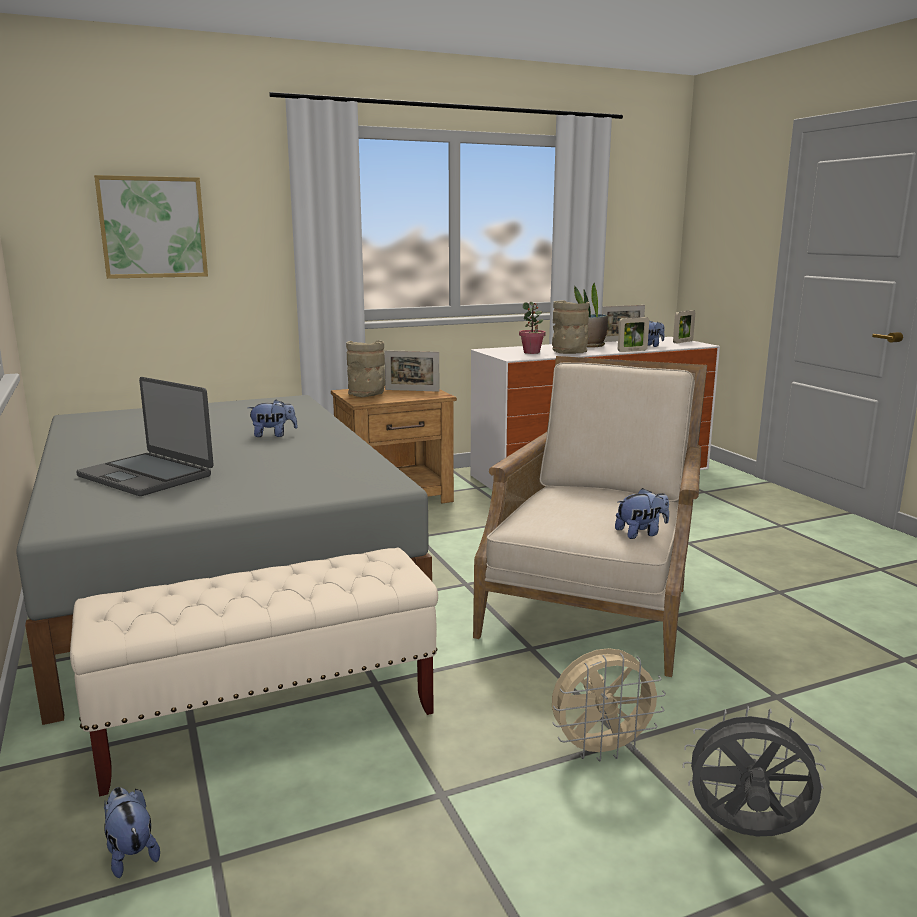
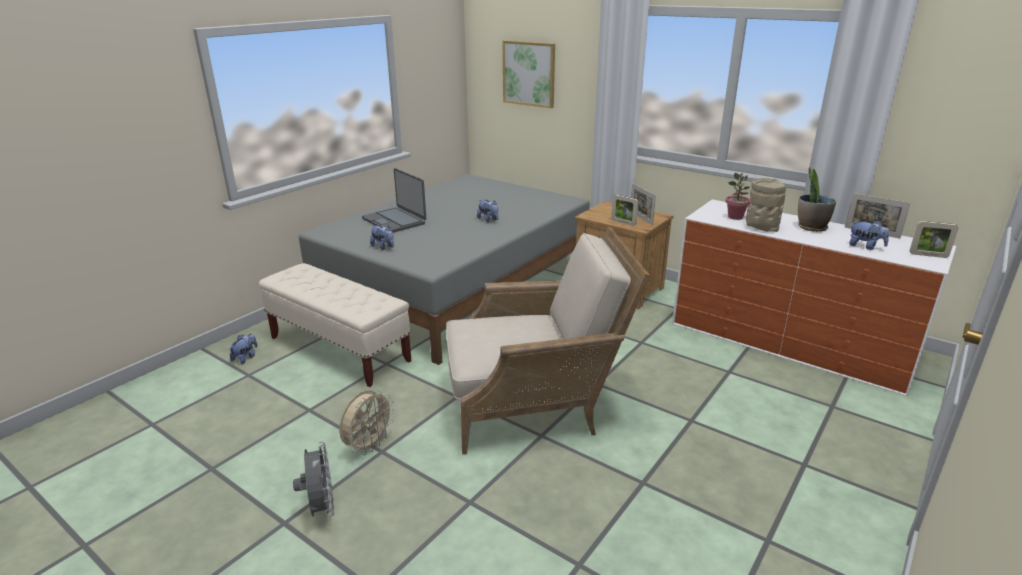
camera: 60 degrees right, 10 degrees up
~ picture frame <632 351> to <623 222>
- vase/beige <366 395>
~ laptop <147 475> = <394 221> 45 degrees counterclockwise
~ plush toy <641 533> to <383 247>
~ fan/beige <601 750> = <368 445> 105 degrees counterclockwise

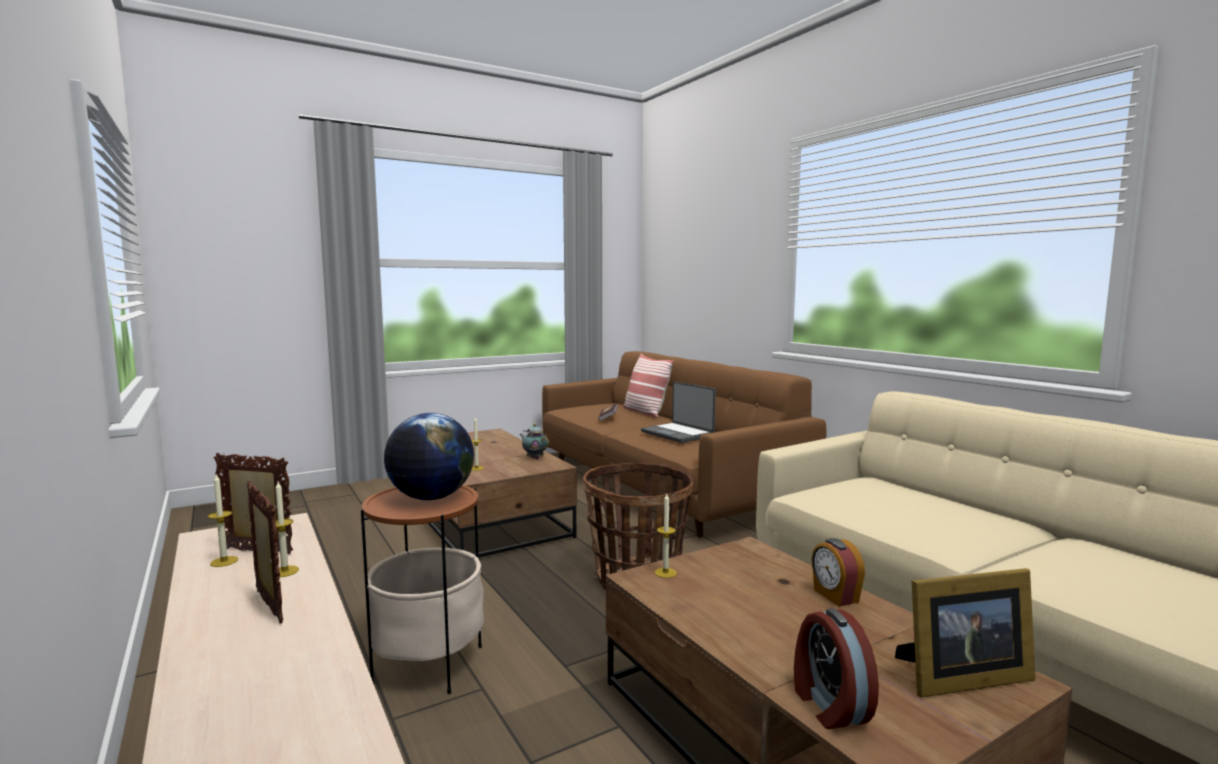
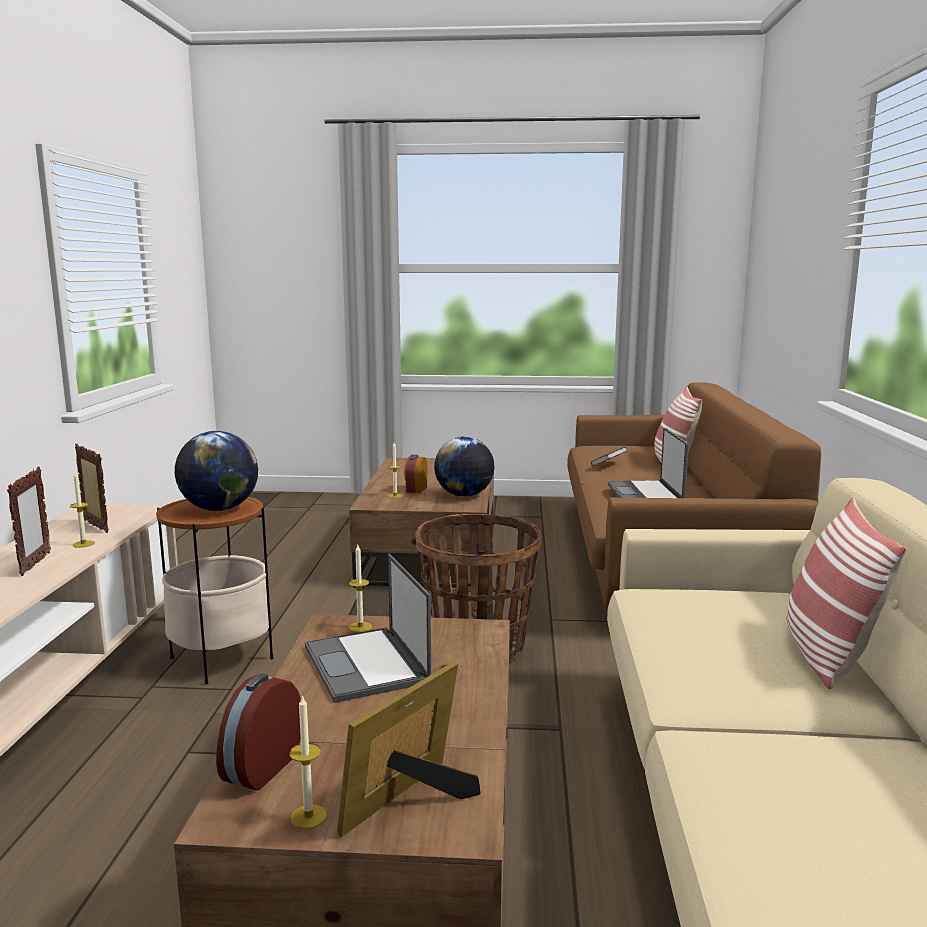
camera: 35 degrees right, 5 degrees up
~ teapot <534 458> to globe <464 495>
~ candle <224 561> to <308 816>
~ alarm clock <835 596> to <416 489>
~ picture frame <960 678> = <411 801> 105 degrees clockwise
+ pillow <826 654>
+ laptop <367 665>

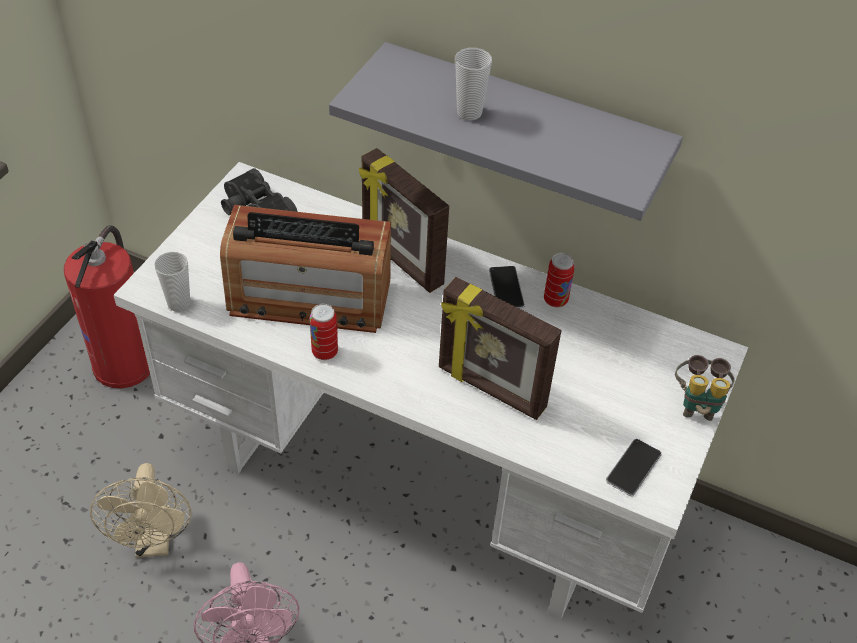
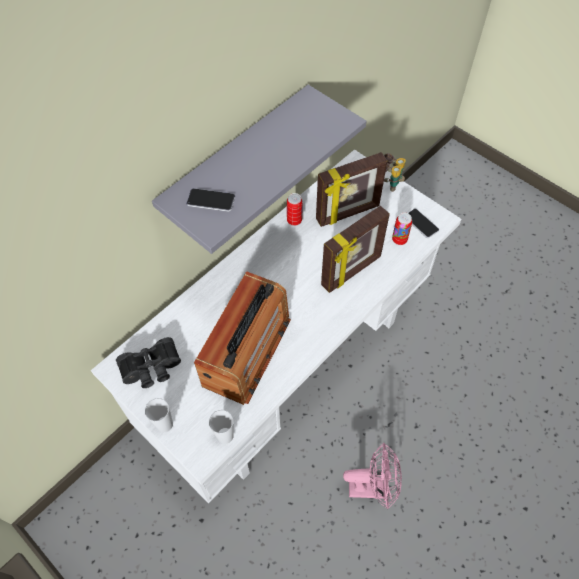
camera: 70 degrees left, 10 degrees up
~ cup <469 113> to <164 424>
~ picture frame <401 261> to <348 213>
- fire extinguisher <125 363>
~ phone <506 288> to <211 200>
~ can <325 352> to <399 240>
- fan/beige <154 542>

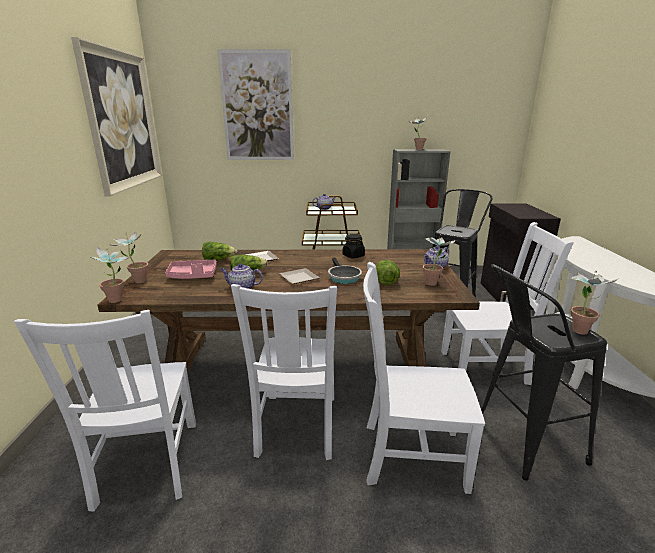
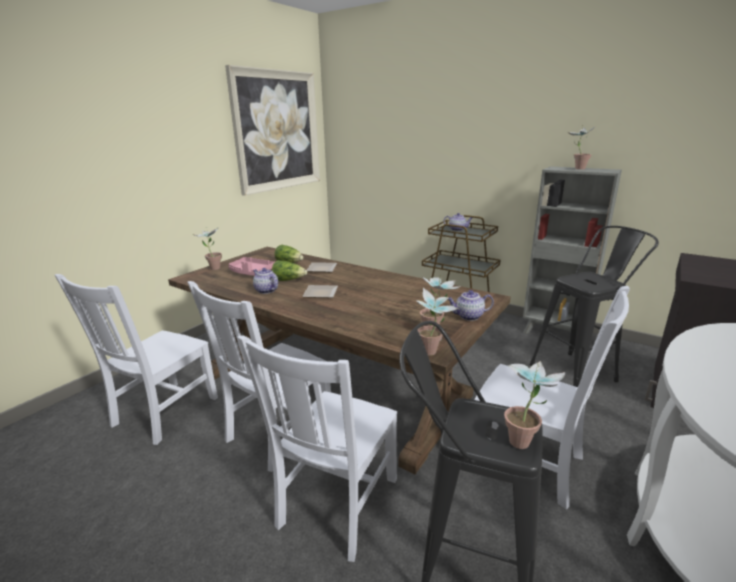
camera: 35 degrees right, 0 degrees up
- picture <257 107>
- jar/black <353 256>
~ potted plant <118 301> to <432 354>
- frying pan <343 277>
- lettuce <385 280>
~ chair/white <409 455> = <336 505> 105 degrees counterclockwise

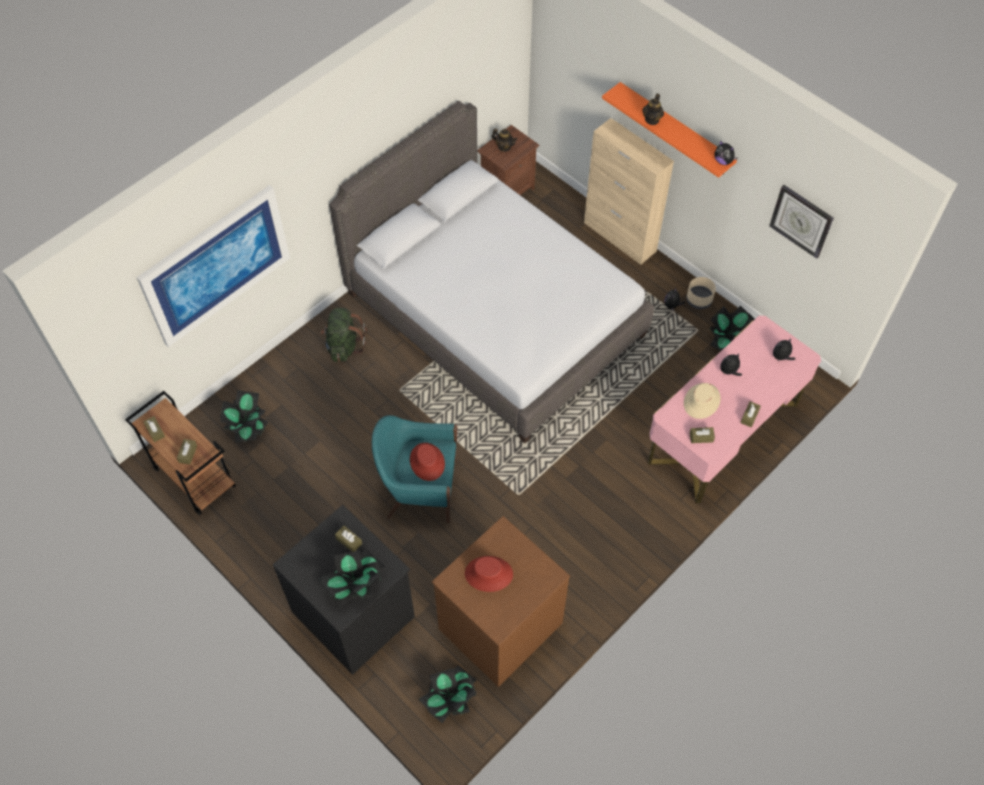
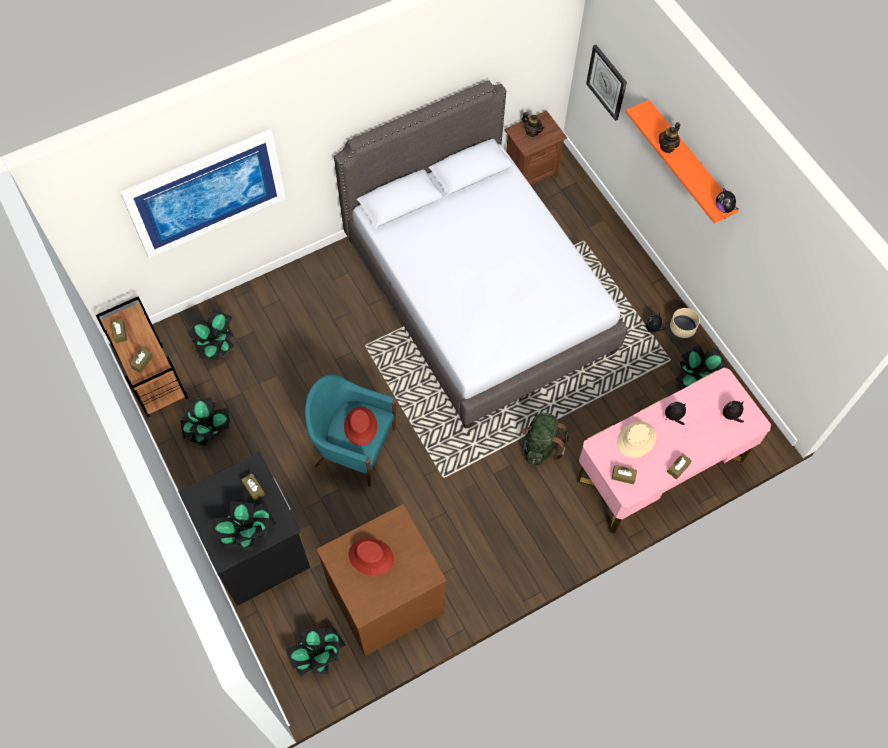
camera: 15 degrees right, 5 degrees up
- cabinet/beige <620 237>
~ wall clock <801 221> to <607 82>
~ backpack/green <344 346> to <540 446>
+ potted plant <208 429>

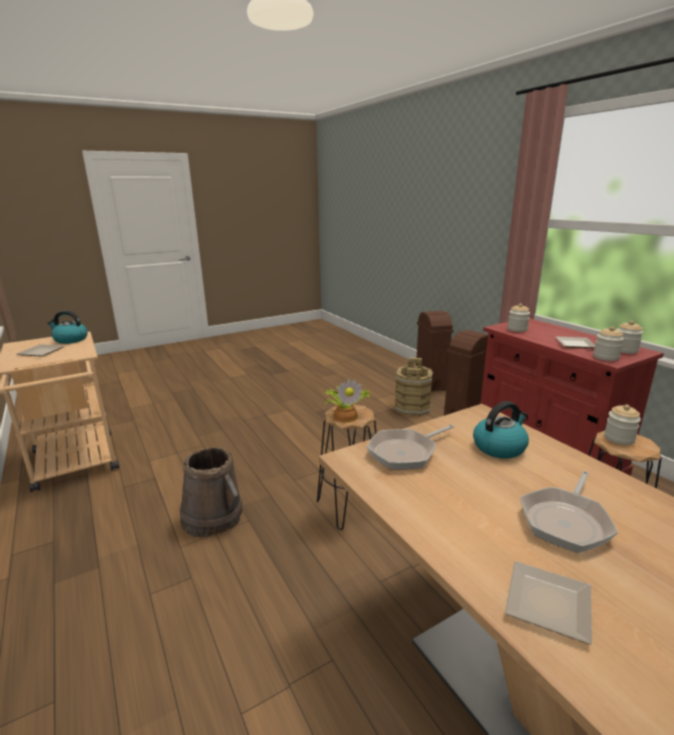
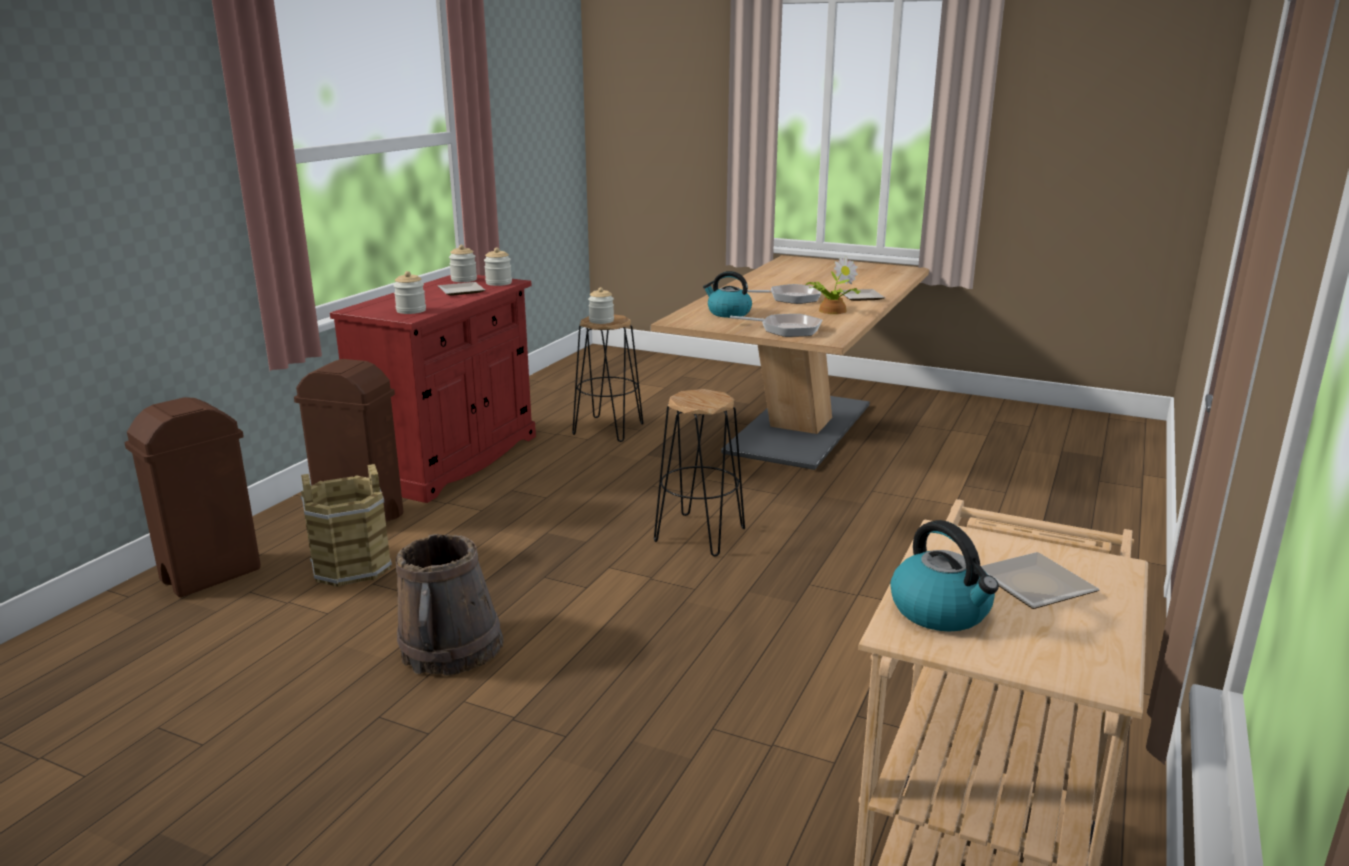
camera: 125 degrees left, 0 degrees up
~ potted plant <346 415> to <830 310>
~ bucket/brown <212 516> to <451 648>

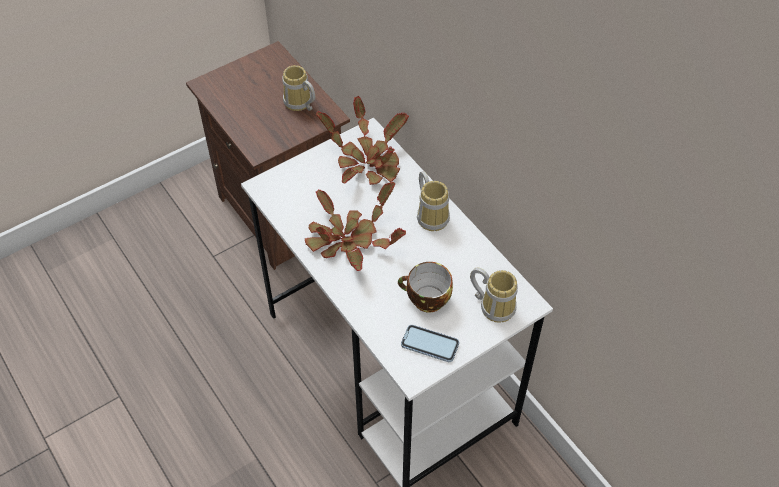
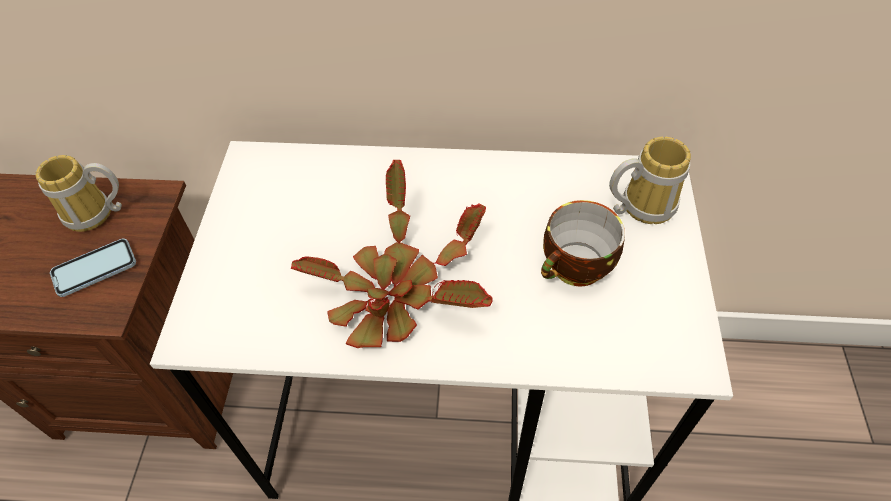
camera: 50 degrees left, 0 degrees up
- potted plant <367 160>
- mug <432 215>
~ phone <430 344> to <94 269>

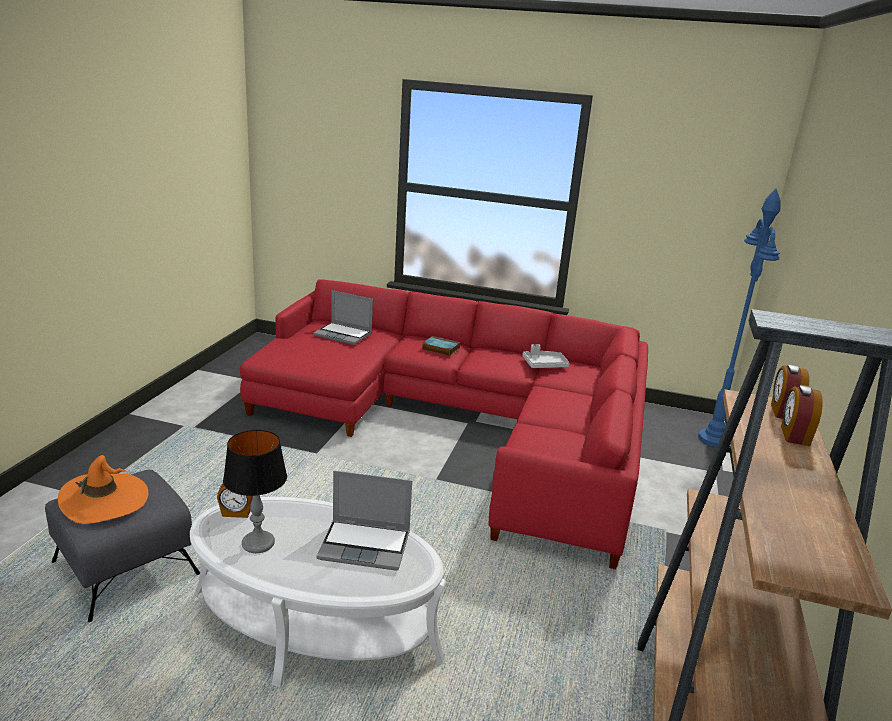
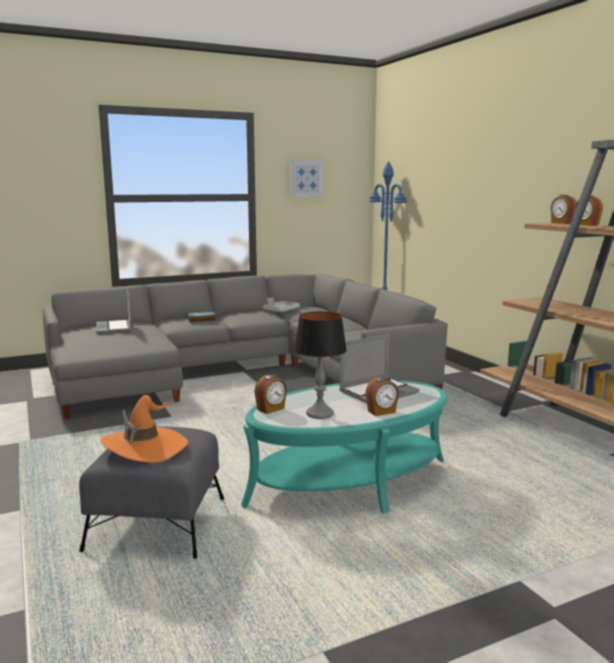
camera: 40 degrees left, 10 degrees down
~ sofa/red <462 423> to sofa/grey <241 372>
~ laptop <344 334> = <115 328> 90 degrees clockwise
~ coffee table/white <314 625> to coffee table/turquoise <349 482>
+ picture <306 178>
+ alarm clock <381 412>

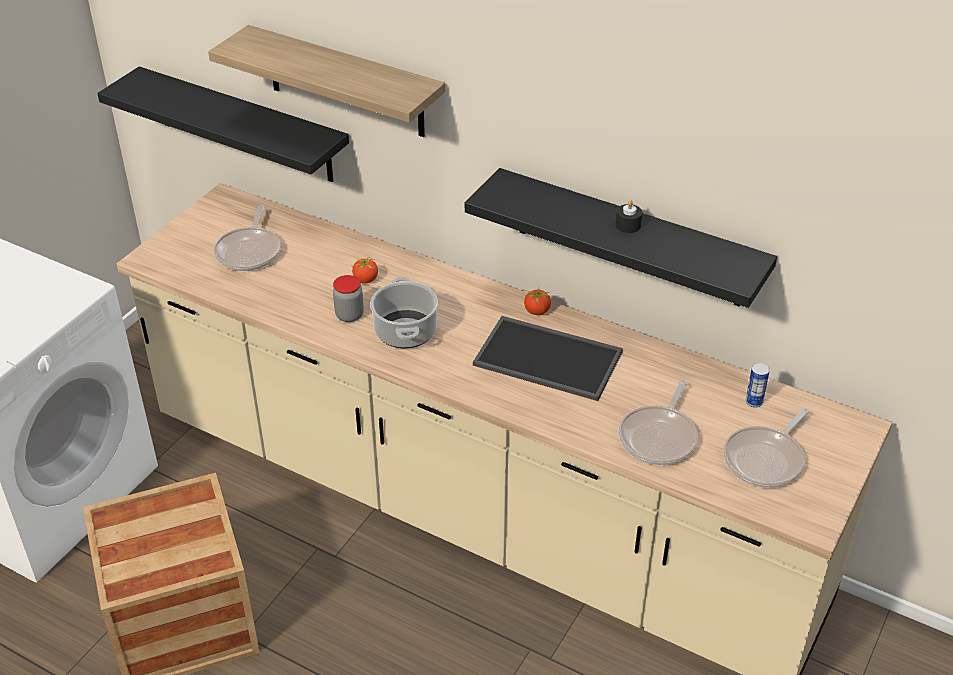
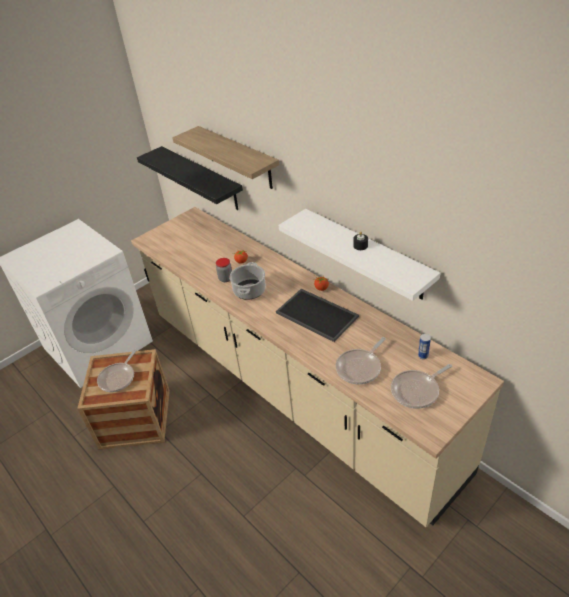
camera: 20 degrees right, 0 degrees up
~ shelf/black <629 238> to shelf/white <366 254>
~ frying pan <249 251> to <118 378>

